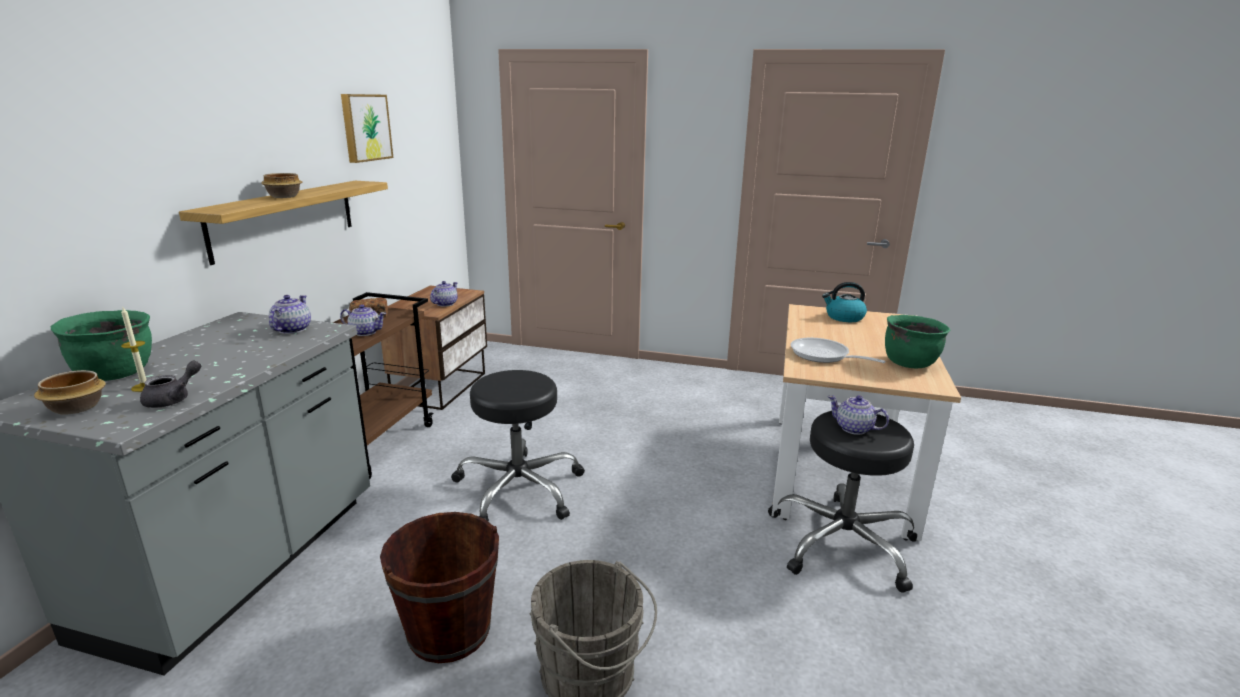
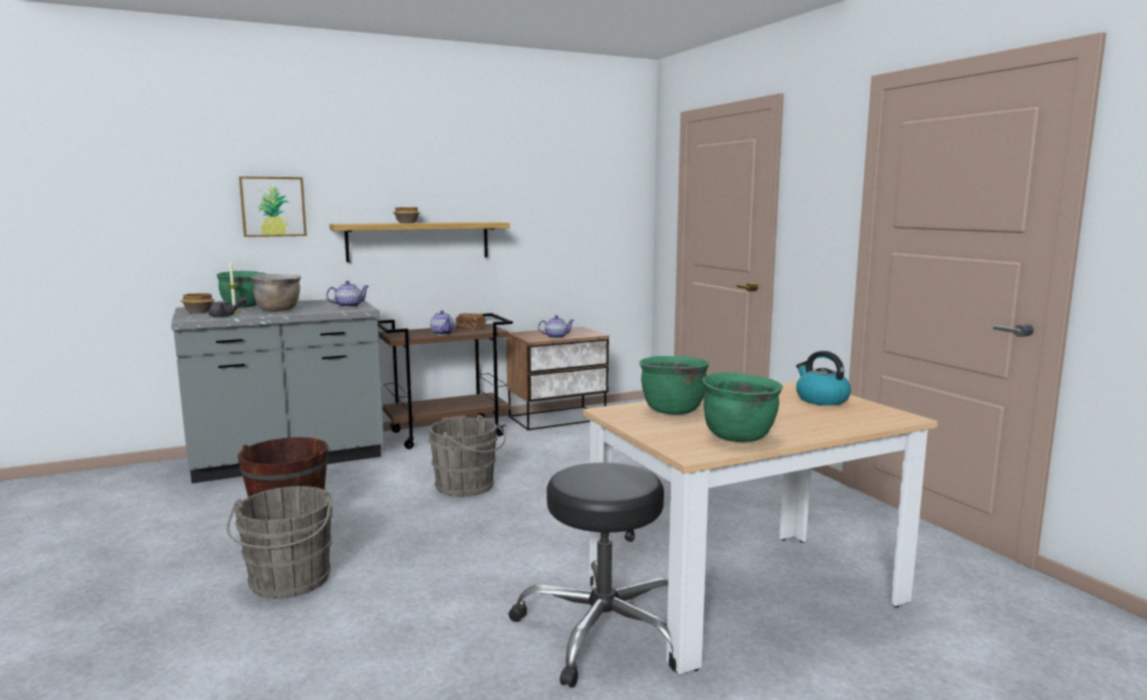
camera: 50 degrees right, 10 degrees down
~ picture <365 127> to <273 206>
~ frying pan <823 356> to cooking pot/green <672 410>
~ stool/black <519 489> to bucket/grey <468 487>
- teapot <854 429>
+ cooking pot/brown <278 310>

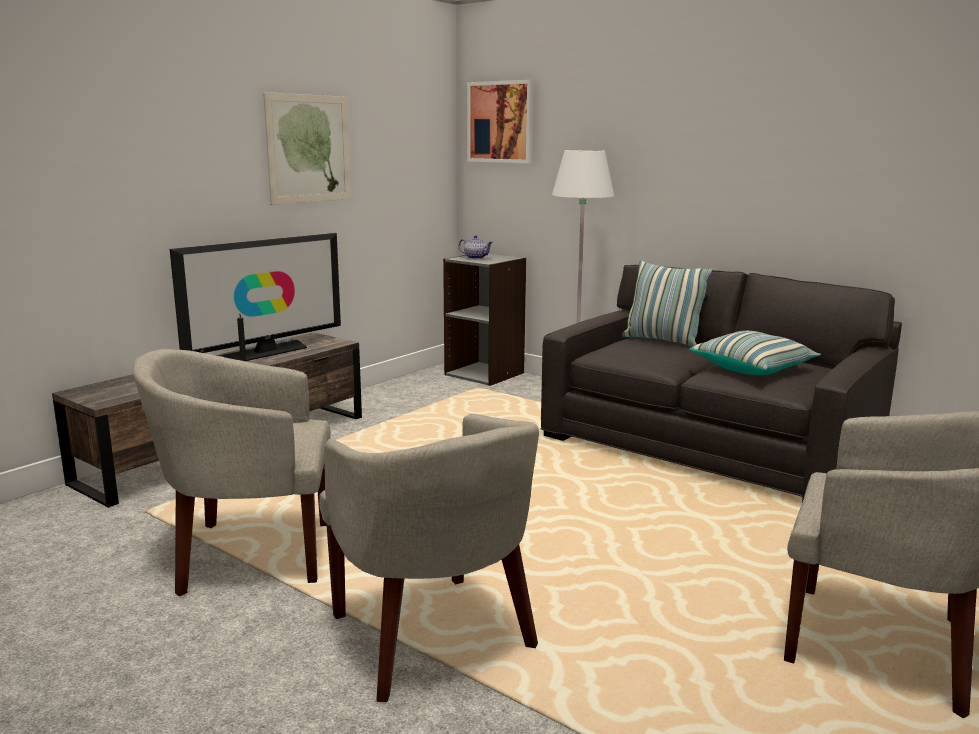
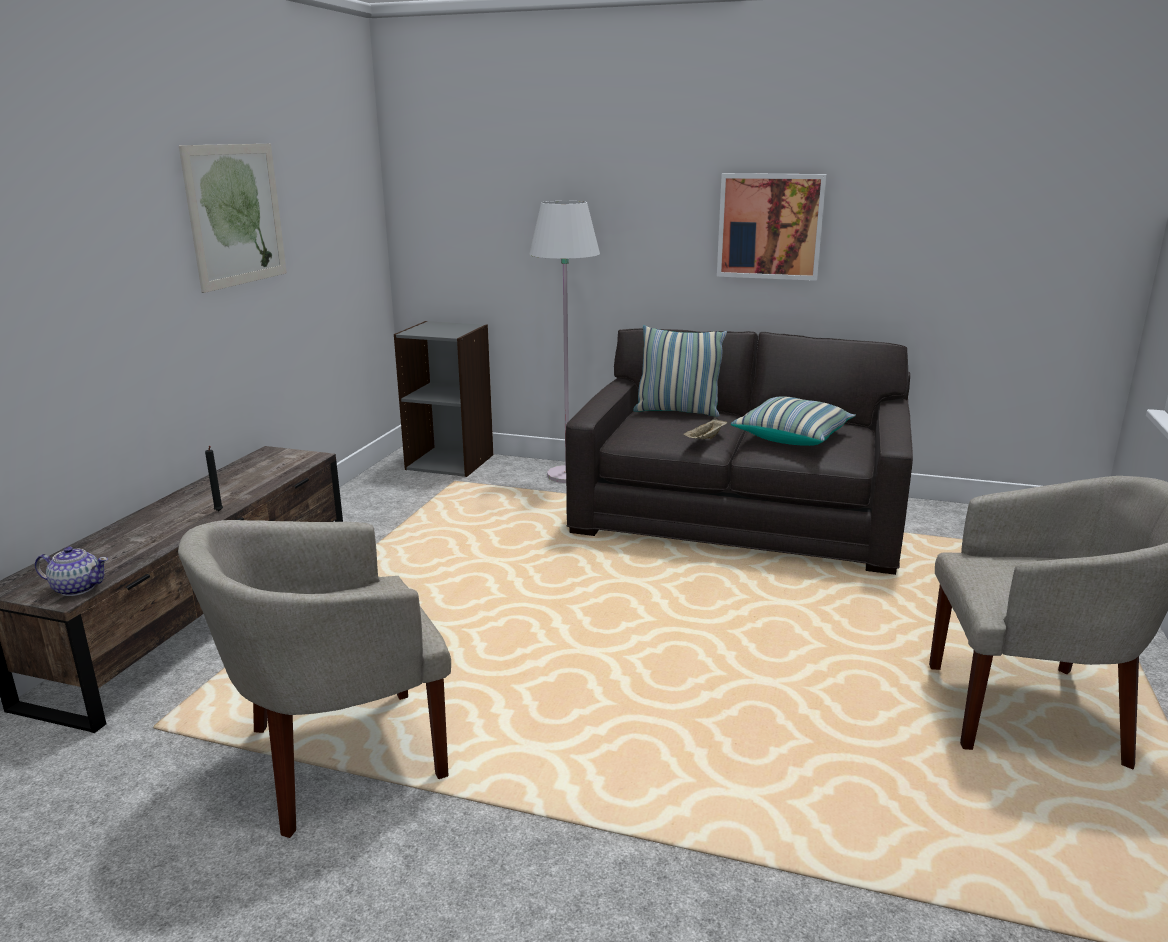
camera: 20 degrees left, 5 degrees up
~ picture <500 122> to <770 226>
- television <266 352>
~ teapot <475 258> to <77 588>
- armchair/beige <432 638>
+ tray/beige <705 439>

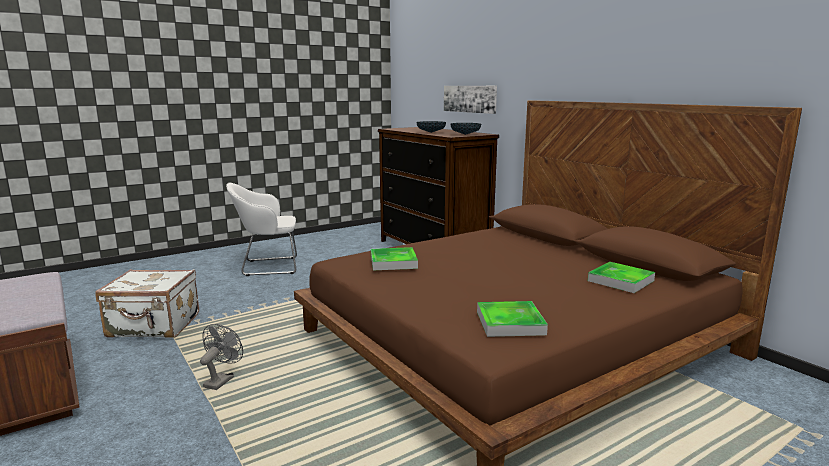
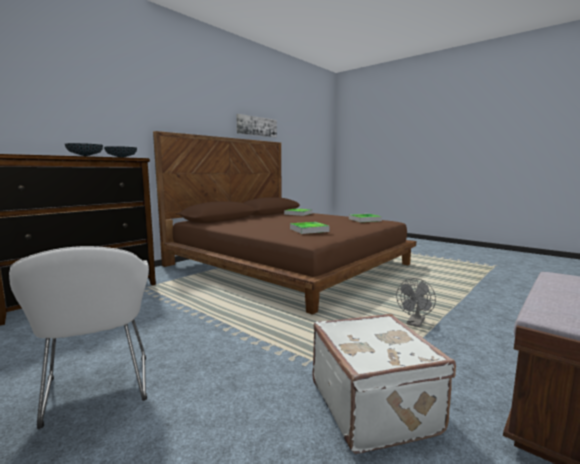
camera: 105 degrees left, 5 degrees down
~ picture <470 99> to <256 126>
~ fan/grey <221 380> = <415 323> 60 degrees counterclockwise

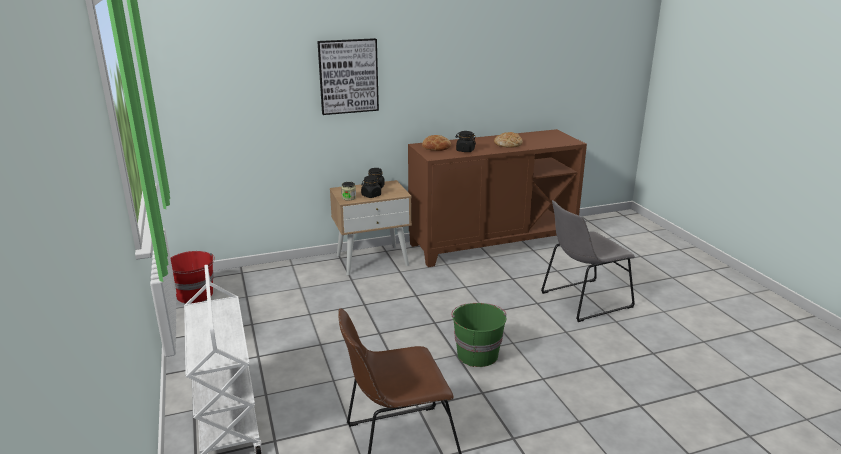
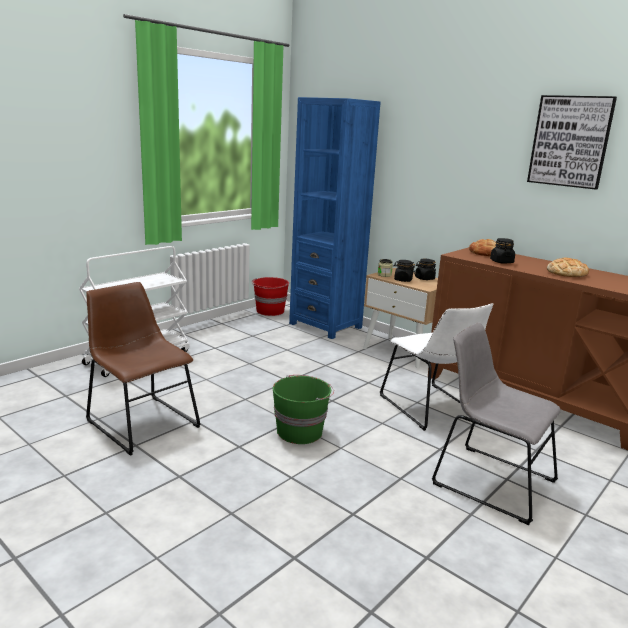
camera: 60 degrees right, 5 degrees down
~ picture <348 76> to <570 141>
+ bookcase/blue <325 325>
+ chair/white <431 408>

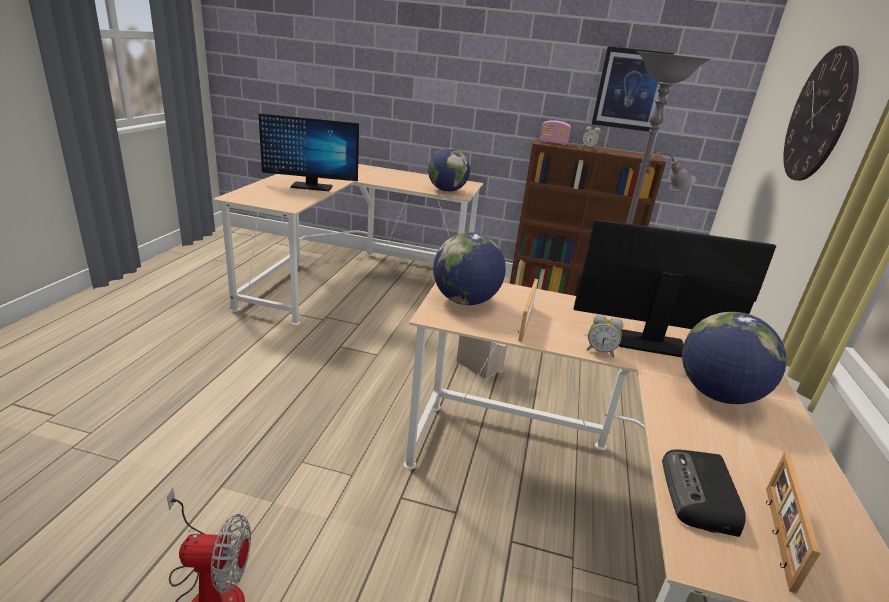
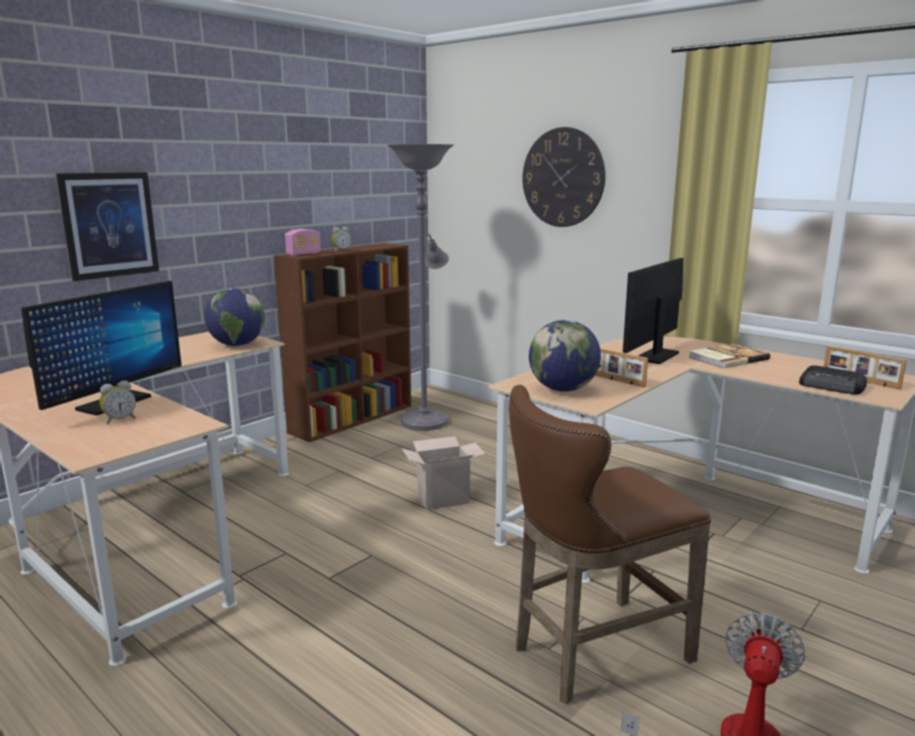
camera: 60 degrees left, 10 degrees down
~ picture <630 89> to <109 225>
~ globe <717 395> to book <726 358>
~ alarm clock <600 351> to <119 420>
+ stool/brown <591 653>

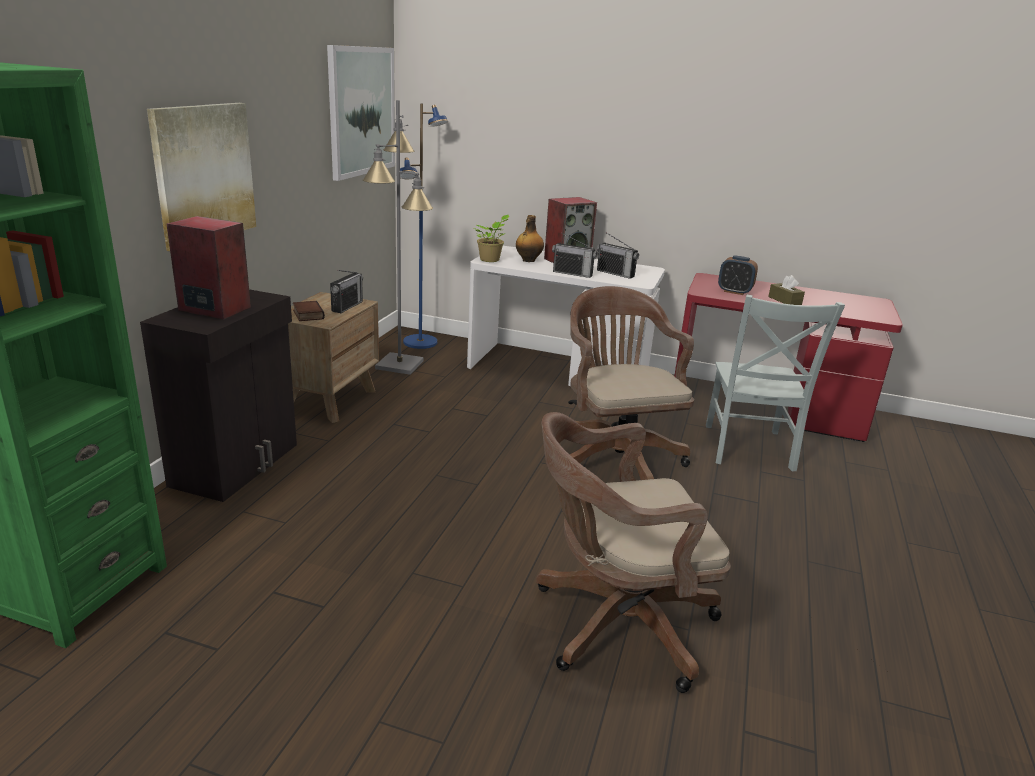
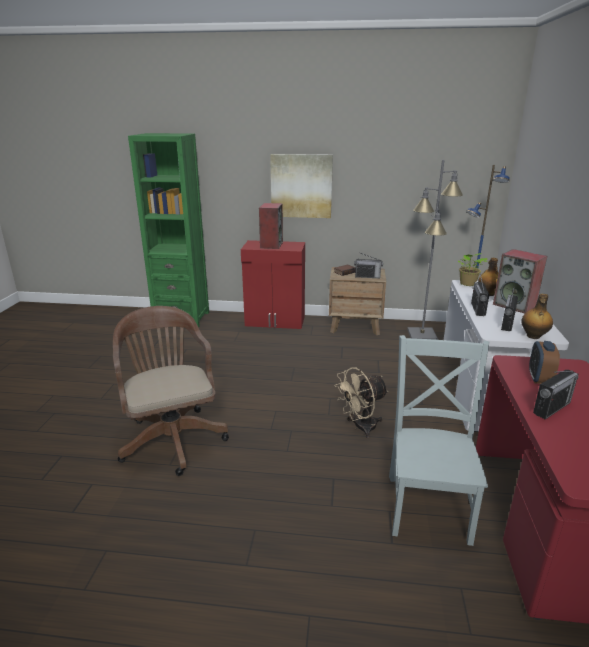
camera: 80 degrees right, 0 degrees up
- picture <361 111>
~ tissue box/brown <784 300> to radio <551 408>
~ office chair/brown <615 456> to fan/beige <360 427>
~ cabinet/black <237 464> to cabinet/red <275 321>
~ chair/grey <748 449> = <428 504> 105 degrees clockwise
+ bottle <533 336>

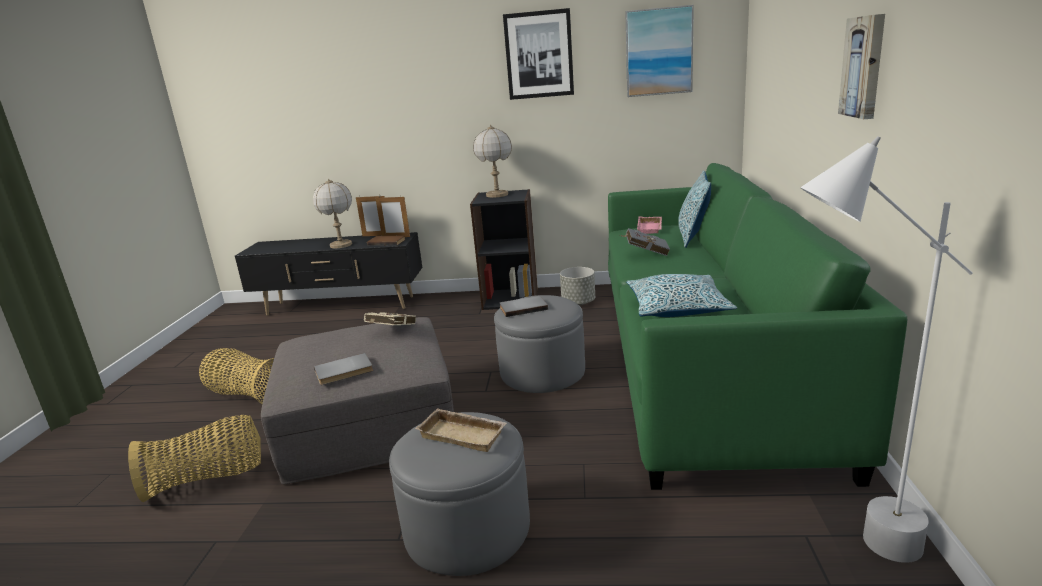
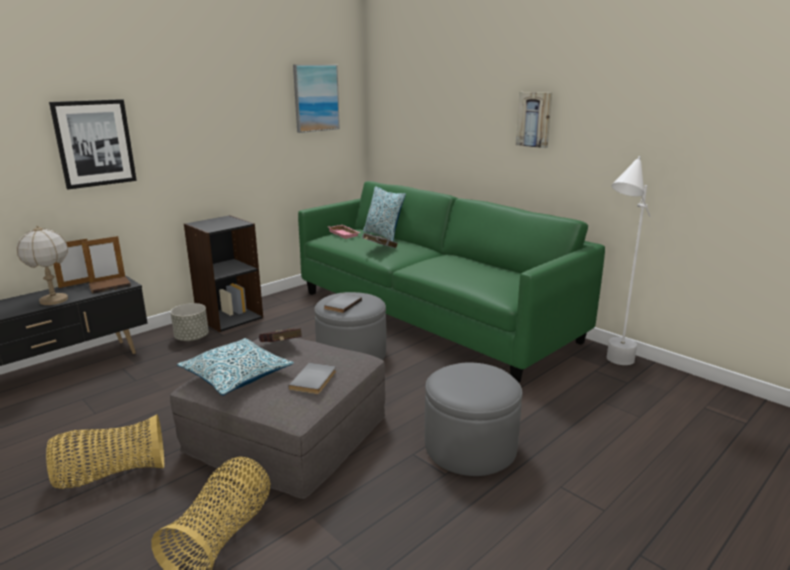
camera: 50 degrees left, 0 degrees up
~ picture <539 55> to <94 143>
- table lamp <496 195>
~ planter/grey <578 302> to <192 338>
~ pillow <677 308> to <237 376>
~ book/beige <390 332> to book/red <281 347>
- tray/beige <464 434>

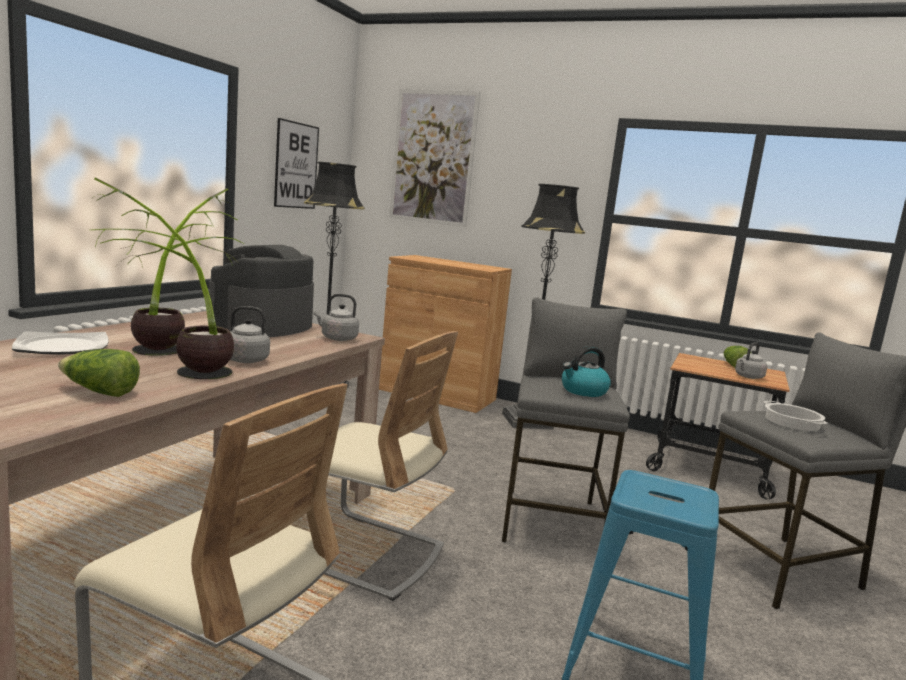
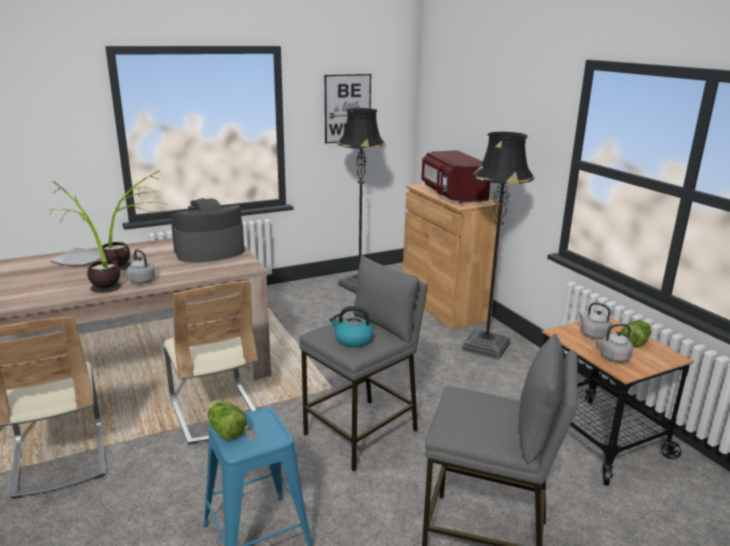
camera: 40 degrees right, 10 degrees up
- picture <433 157>
~ kettle/grey <337 338> to <593 334>
~ lettuce <99 392> to <225 430>
- cooking pot <792 422>
+ microwave/red <452 195>

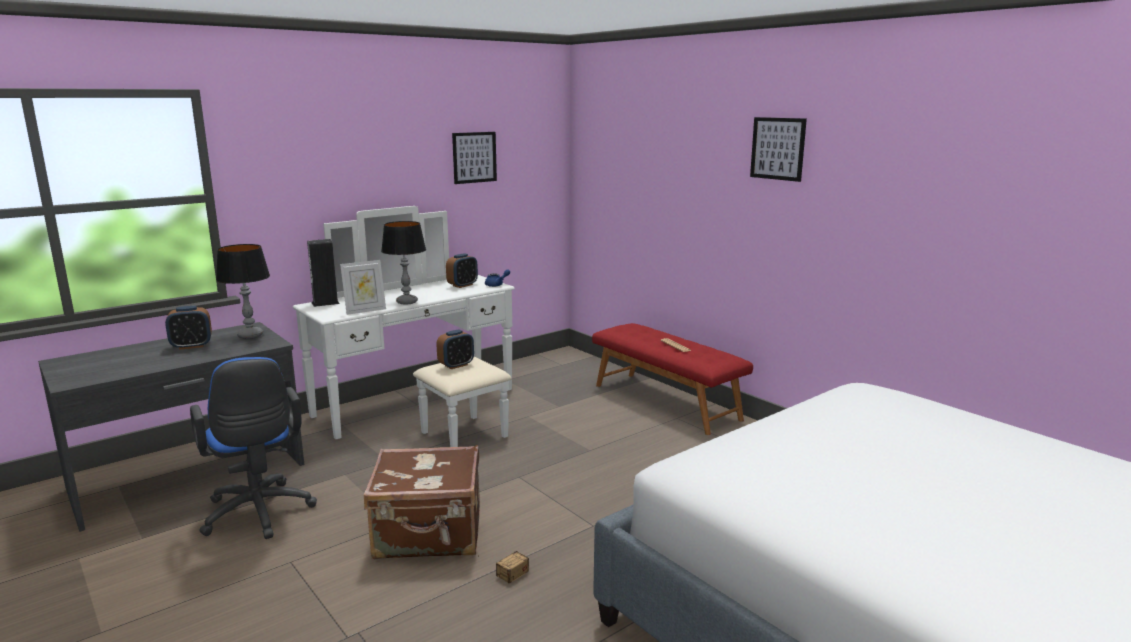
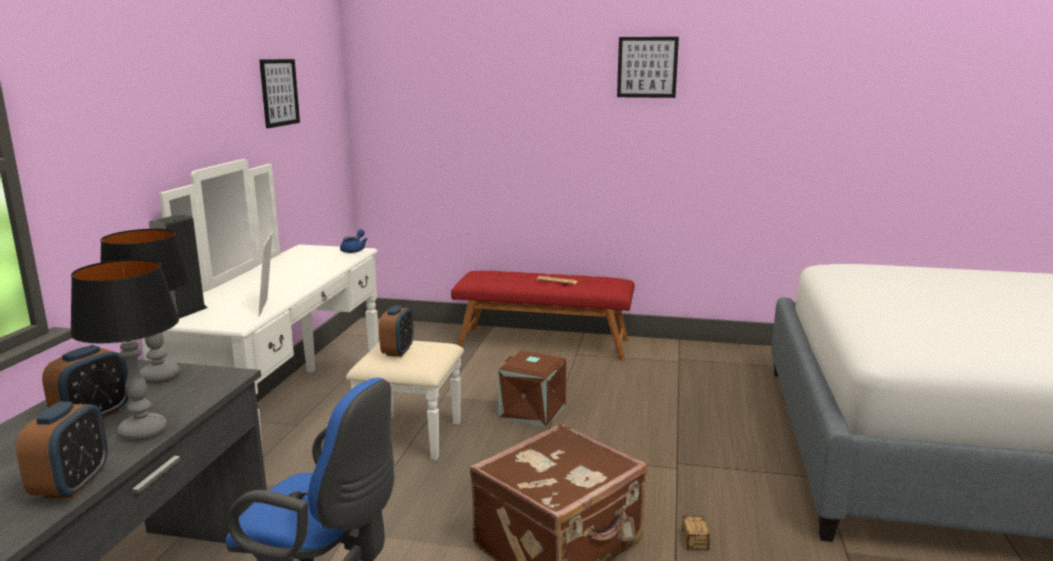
camera: 40 degrees left, 0 degrees up
~ table lamp <407 302> to <143 431>
~ alarm clock <462 285> to <72 485>
~ picture frame <365 310> = <269 307> 150 degrees clockwise
+ storage box/brown <531 411>

